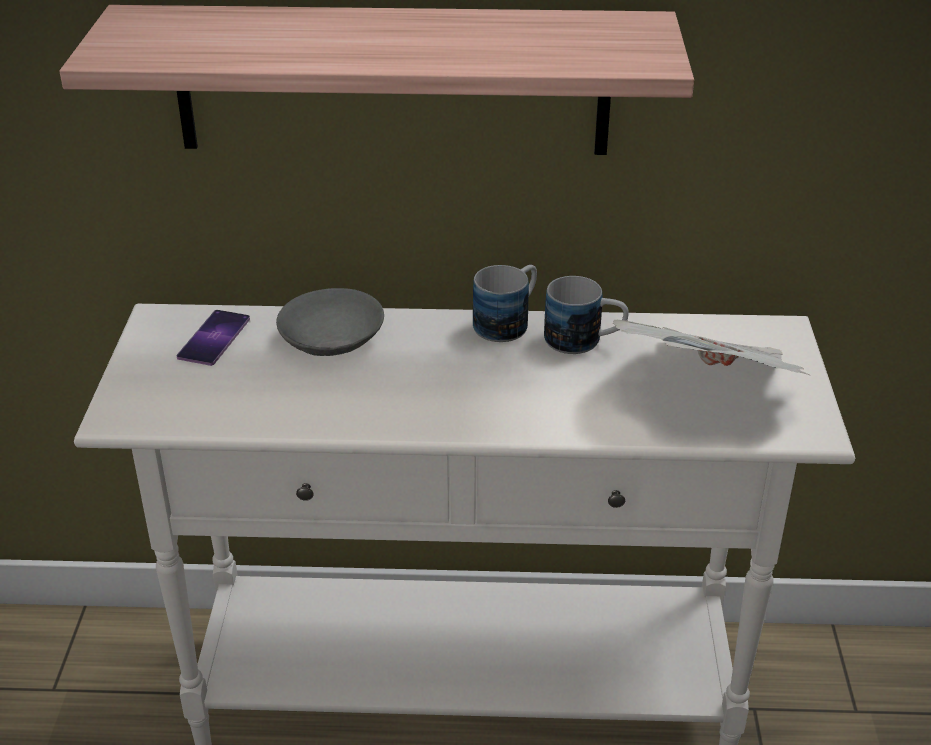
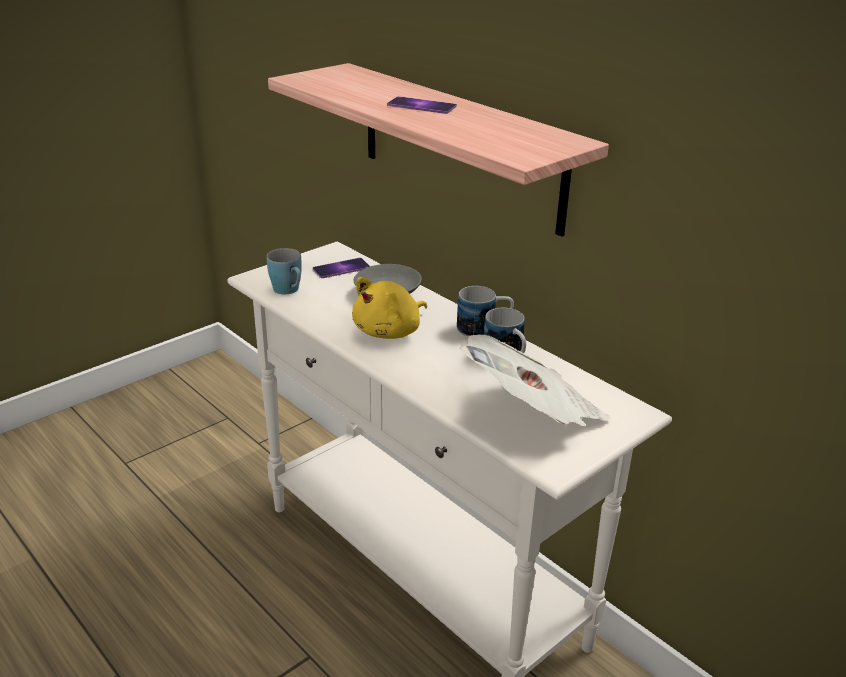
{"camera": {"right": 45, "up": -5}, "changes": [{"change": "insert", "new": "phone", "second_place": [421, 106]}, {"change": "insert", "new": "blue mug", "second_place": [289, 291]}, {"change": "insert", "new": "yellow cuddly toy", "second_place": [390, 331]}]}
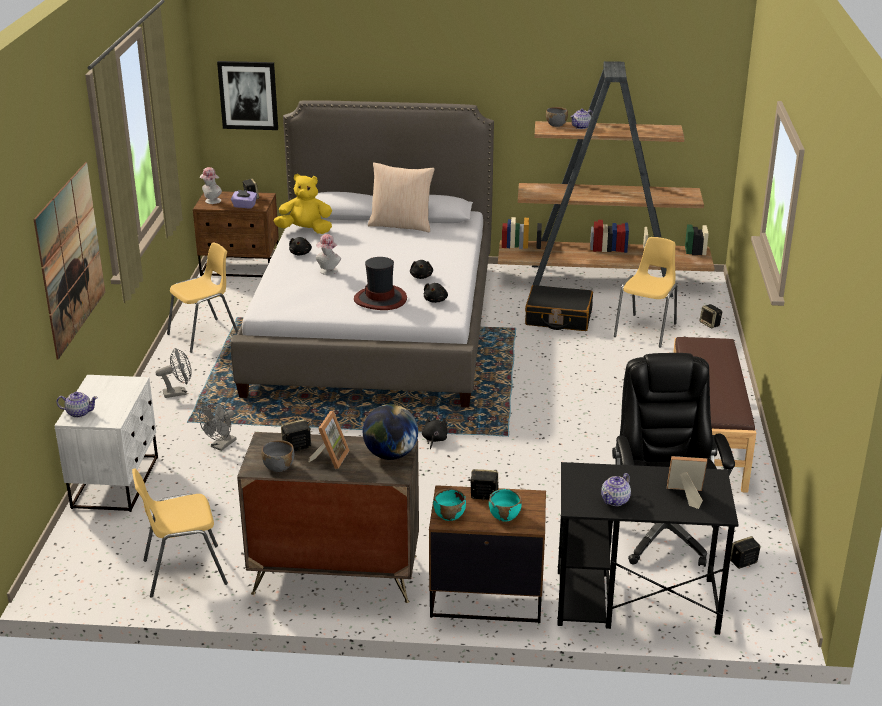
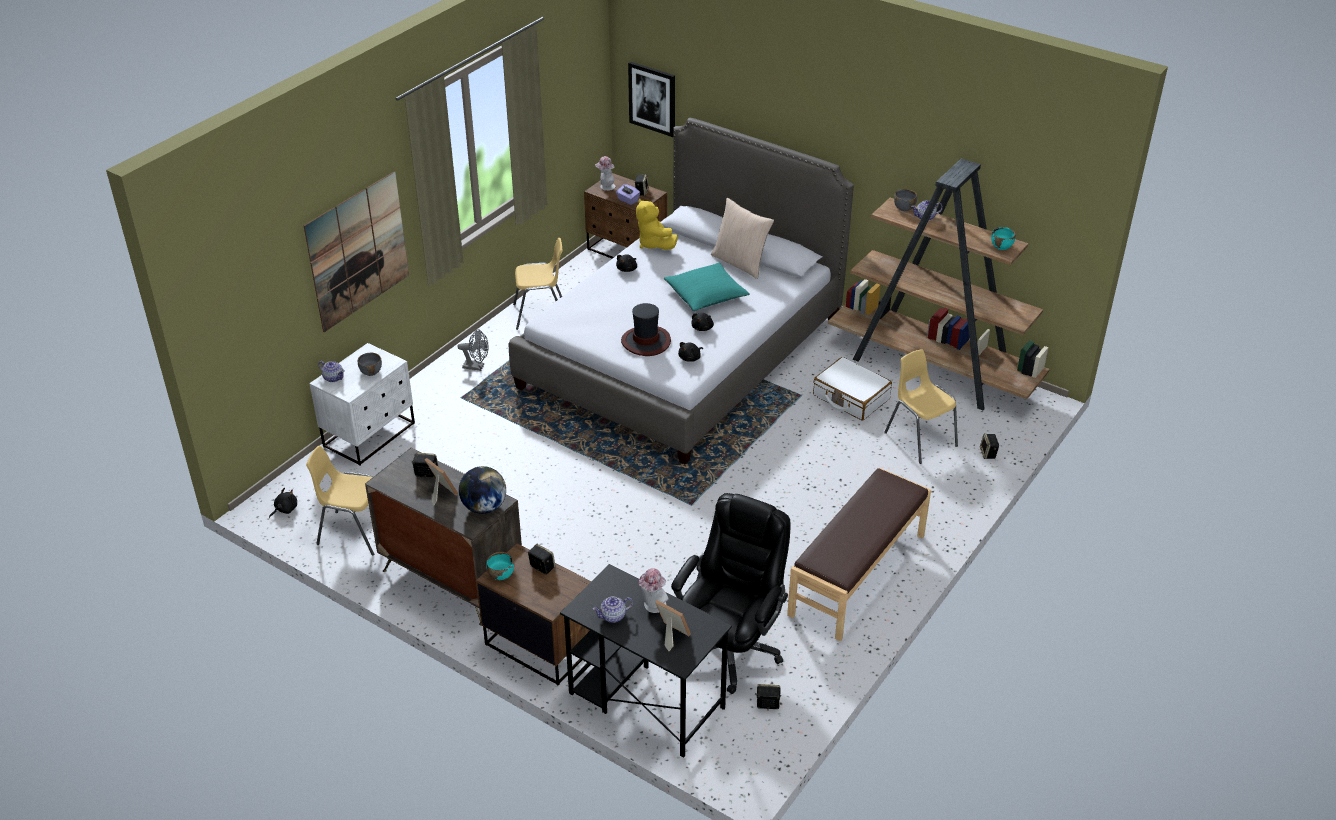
{"camera": {"right": 30, "up": 10}, "changes": [{"change": "rotate", "old": "yellow cuddly toy", "first_place": [305, 230], "second_place": [654, 244], "degrees": -150}, {"change": "move", "old": "wearable hat", "first_place": [328, 272], "second_place": [653, 606]}, {"change": "rotate", "old": "yellow plain chair", "first_place": [646, 330], "second_place": [919, 439], "degrees": -90}, {"change": "recolor", "old": "black piece of luggage", "new": "whitish piece of luggage", "first_place": [558, 318], "second_place": [850, 397]}, {"change": "delete", "old": "grey electric fan", "first_place": [221, 446]}, {"change": "rotate", "old": "standing frame", "first_place": [330, 458], "second_place": [440, 493], "degrees": -90}, {"change": "move", "old": "black cuddly toy", "first_place": [434, 440], "second_place": [285, 509]}, {"change": "move", "old": "grey serving bowl", "first_place": [279, 466], "second_place": [371, 371]}, {"change": "move", "old": "turquoise serving bowl", "first_place": [504, 516], "second_place": [1001, 246]}, {"change": "insert", "new": "turquoise cushion", "second_place": [706, 295]}]}
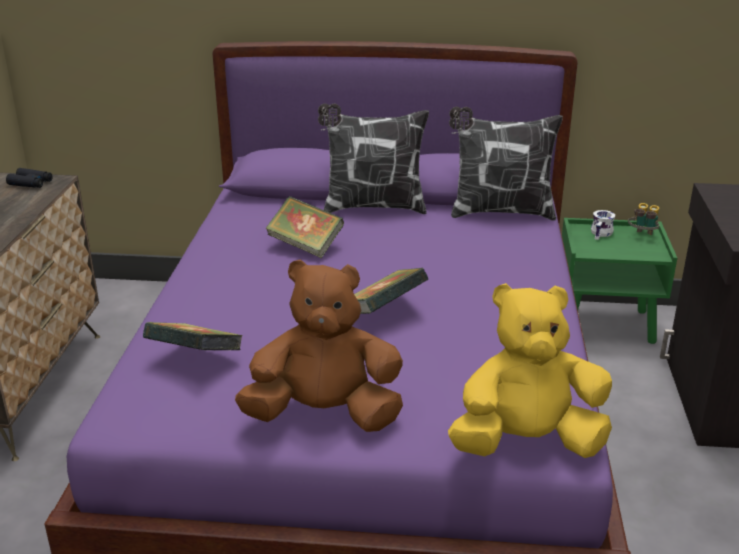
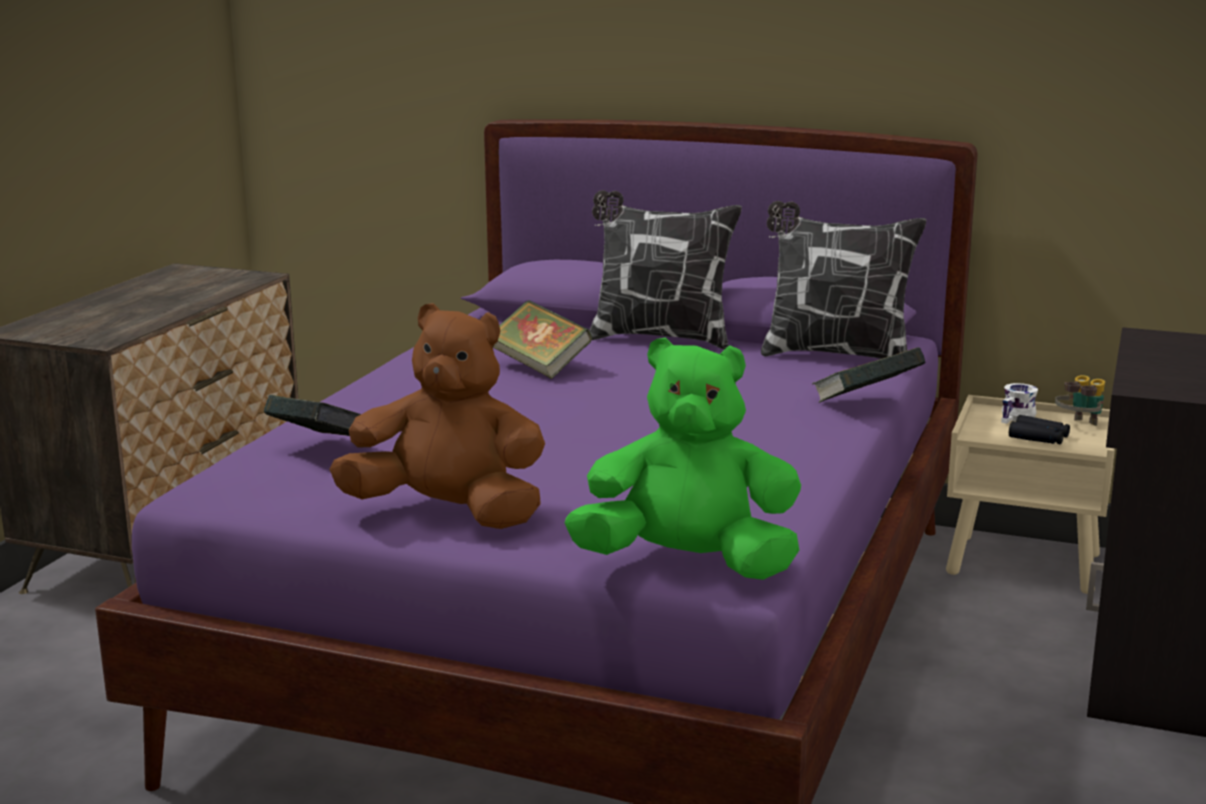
{"camera": {"right": 15, "up": -10}, "changes": [{"change": "move", "old": "black field glasses", "first_place": [30, 183], "second_place": [1039, 437]}, {"change": "recolor", "old": "green-coloured night table", "new": "beige night table", "first_place": [605, 324], "second_place": [1025, 564]}, {"change": "move", "old": "bound book", "first_place": [384, 312], "second_place": [866, 404]}, {"change": "recolor", "old": "yellow cuddly toy", "new": "green-coloured cuddly toy", "first_place": [527, 443], "second_place": [688, 564]}]}
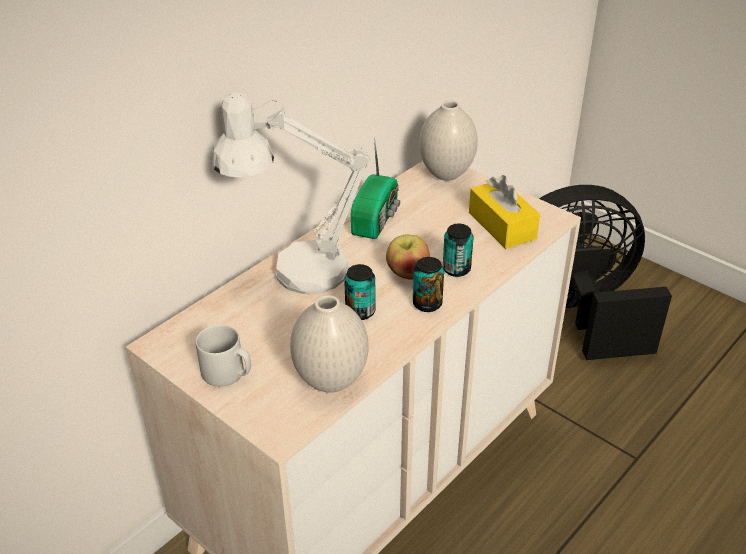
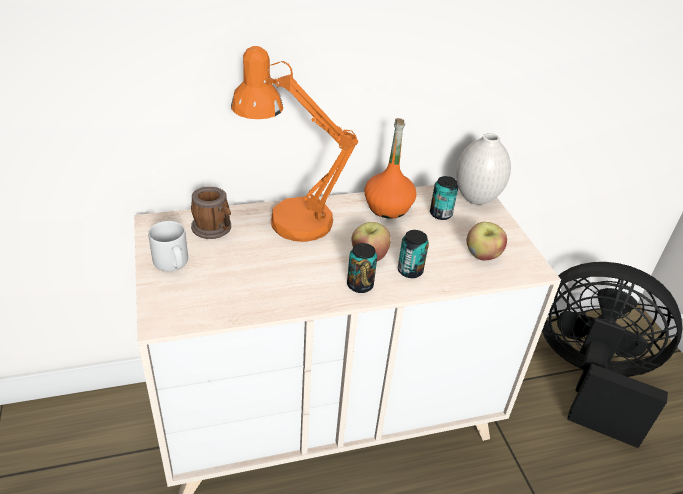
{"camera": {"right": 30, "up": 0}, "changes": [{"change": "recolor", "old": "whitish table lamp", "new": "orangey table lamp", "first_place": [295, 273], "second_place": [288, 218]}, {"change": "replace", "old": "radio receiver", "new": "orangey beverage bottle", "first_place": [377, 218], "second_place": [388, 207]}, {"change": "replace", "old": "yellow tissue holder", "new": "apple", "first_place": [502, 225], "second_place": [482, 255]}, {"change": "move", "old": "sealed can", "first_place": [360, 311], "second_place": [440, 214]}, {"change": "delete", "old": "whitish vase", "first_place": [330, 380]}, {"change": "insert", "new": "mug", "second_place": [215, 229]}]}
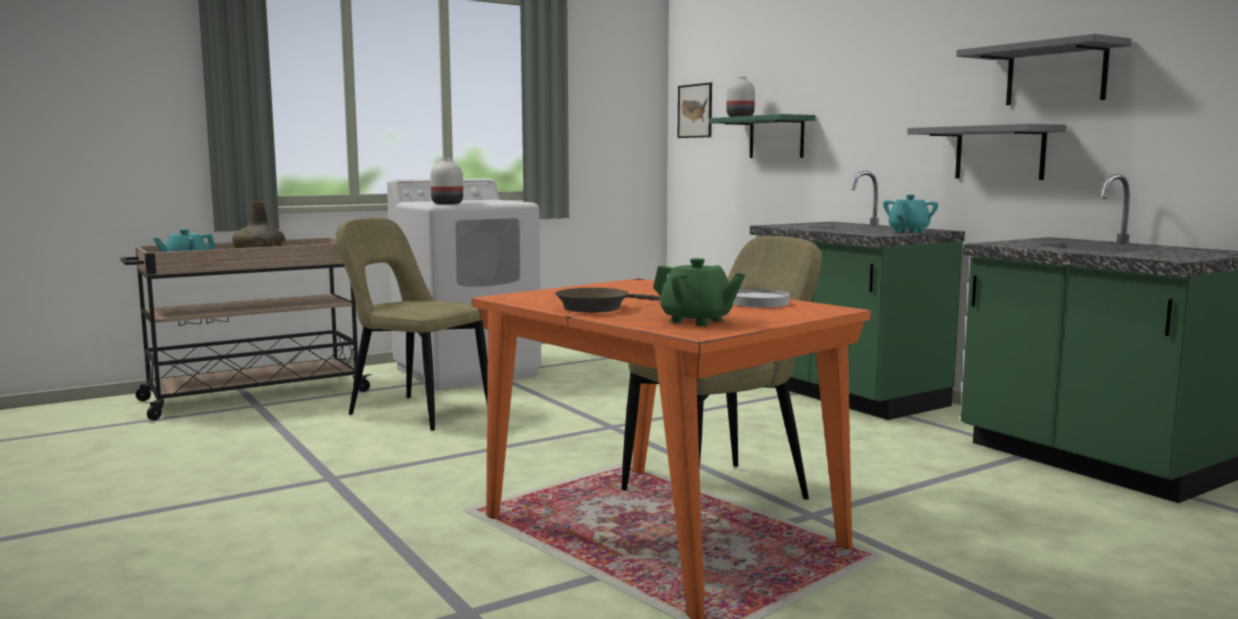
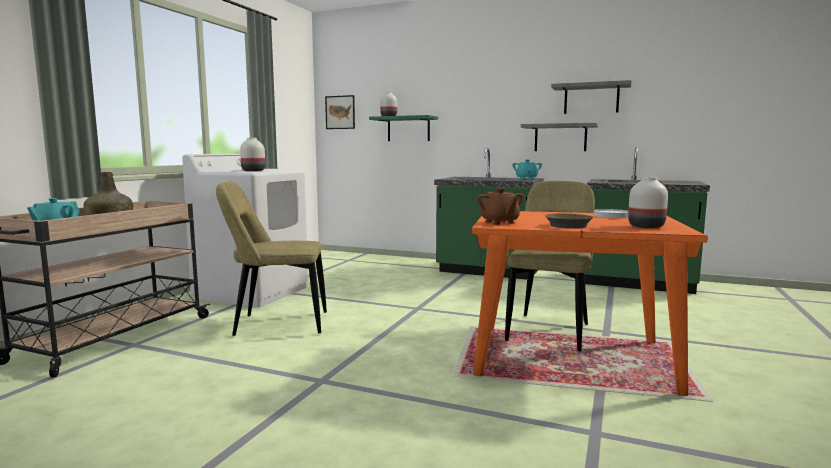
{"camera": {"right": -35, "up": 0}, "changes": [{"change": "replace", "old": "green-coloured tea pot", "new": "whitish vase", "first_place": [697, 321], "second_place": [645, 226]}, {"change": "insert", "new": "brown-coloured tea pot", "second_place": [499, 222]}]}
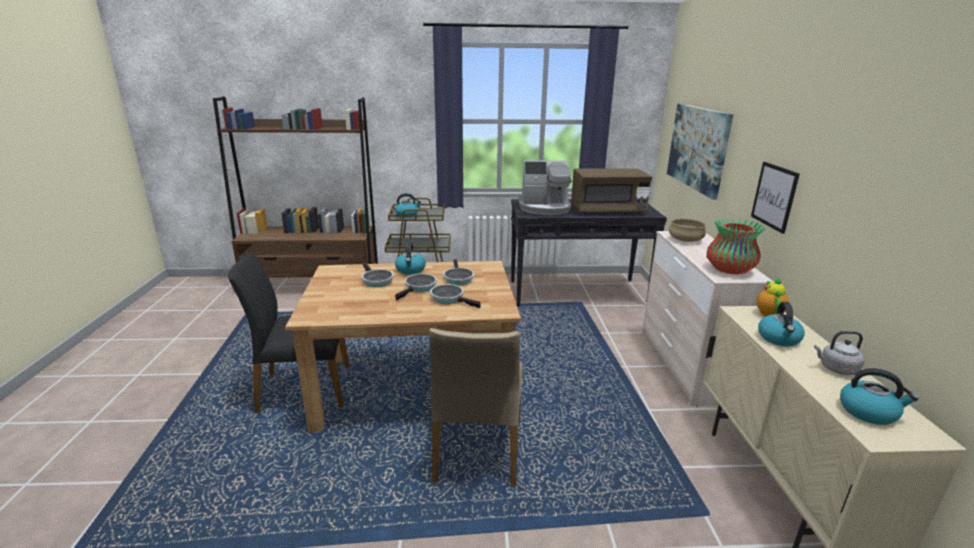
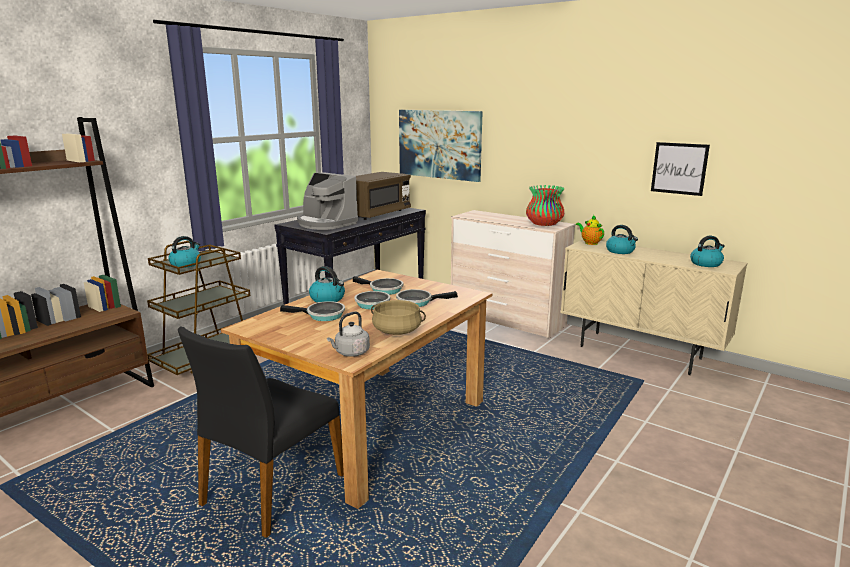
{"camera": {"right": -50, "up": -5}, "changes": [{"change": "rotate", "old": "coffee machine", "first_place": [544, 208], "second_place": [326, 223], "degrees": 90}, {"change": "move", "old": "wall art", "first_place": [774, 196], "second_place": [679, 168]}, {"change": "move", "old": "beige stockpot", "first_place": [686, 240], "second_place": [397, 331]}, {"change": "delete", "old": "beige plain chair", "first_place": [477, 450]}, {"change": "move", "old": "grey water kettle", "first_place": [836, 369], "second_place": [350, 353]}]}
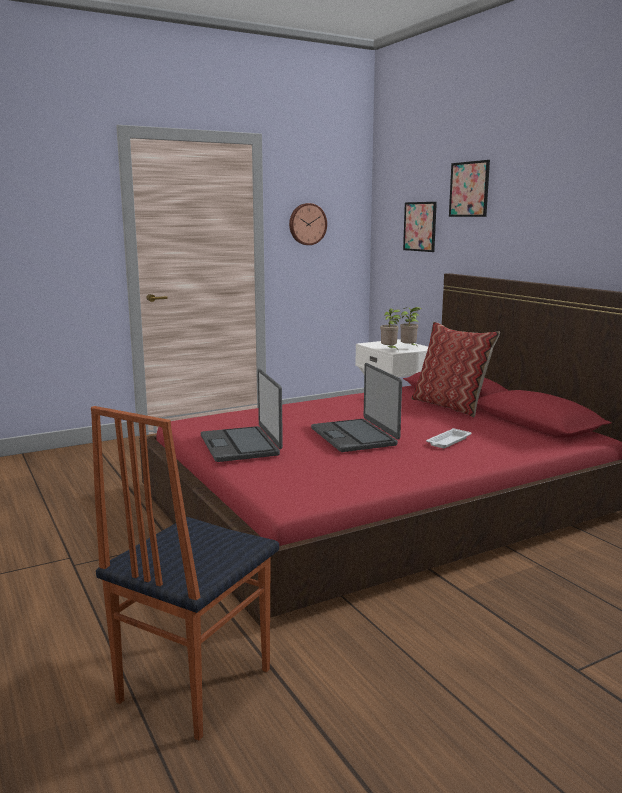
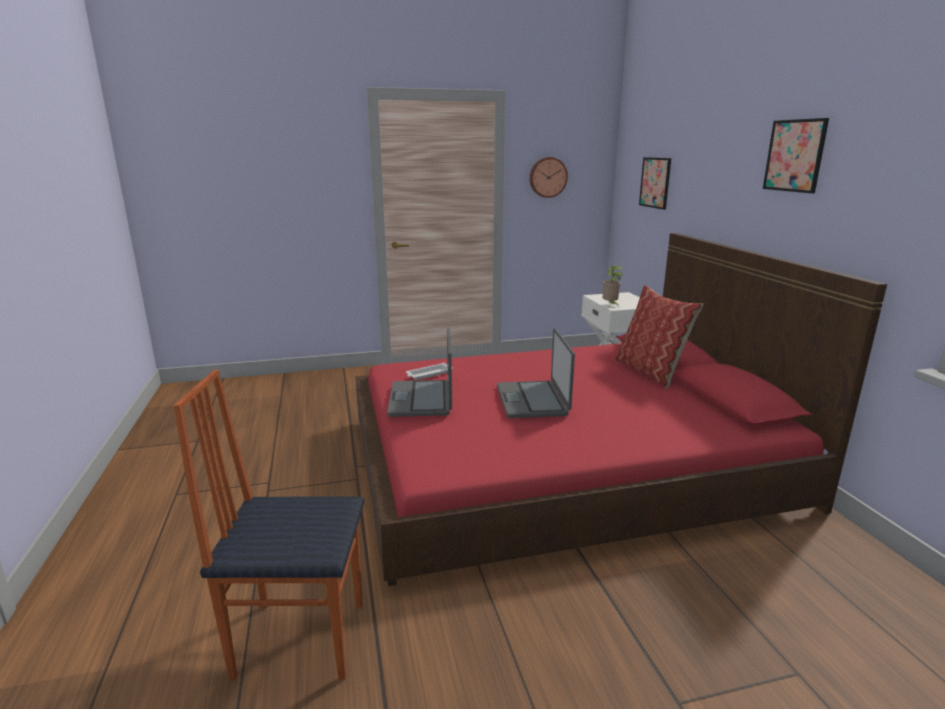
{"camera": {"right": 15, "up": 5}, "changes": [{"change": "move", "old": "wall art", "first_place": [469, 189], "second_place": [794, 155]}, {"change": "delete", "old": "plant in a pot", "first_place": [409, 348]}, {"change": "rotate", "old": "plain chair", "first_place": [192, 685], "second_place": [300, 637], "degrees": 45}, {"change": "move", "old": "whitish carrying tray", "first_place": [448, 442], "second_place": [428, 374]}]}
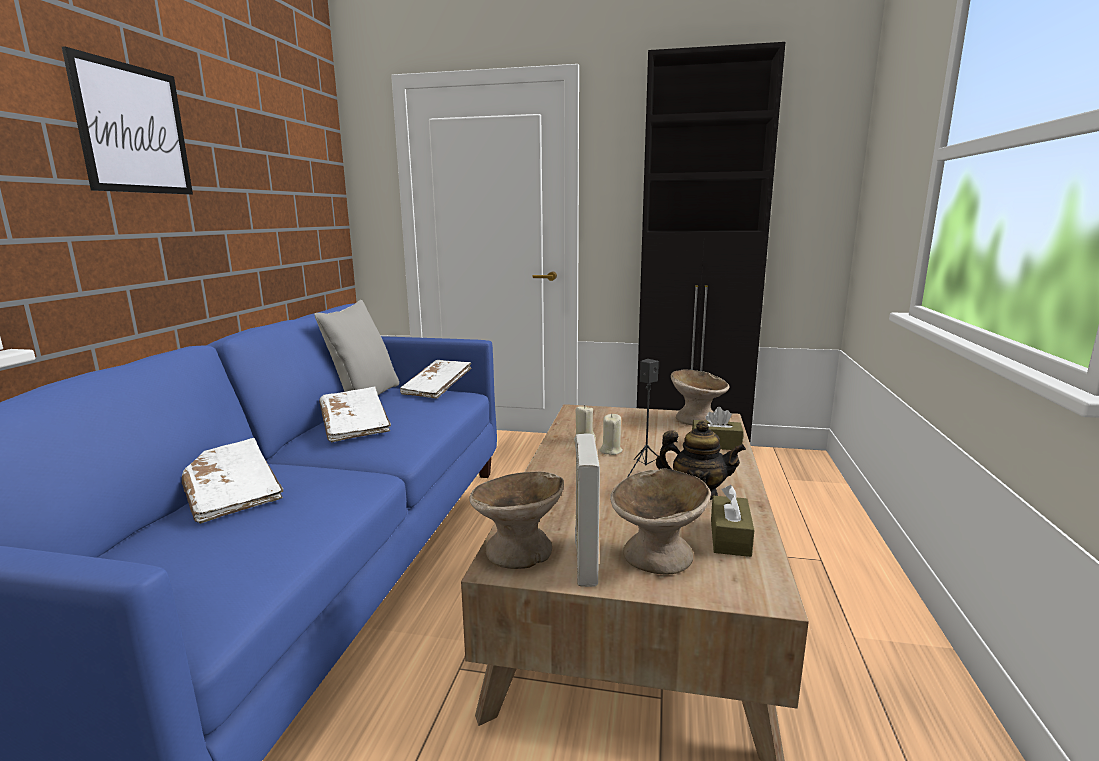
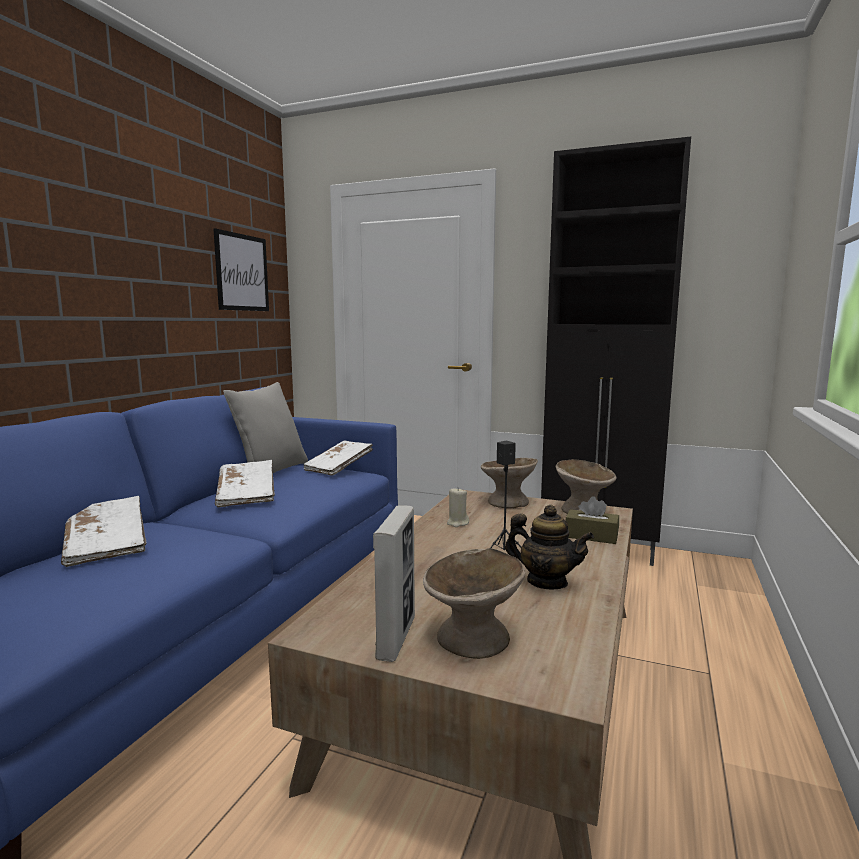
{"camera": {"right": 10, "up": -5}, "changes": [{"change": "move", "old": "wall art", "first_place": [133, 129], "second_place": [242, 272]}, {"change": "delete", "old": "beige wax light", "first_place": [611, 450]}, {"change": "move", "old": "beige serving bowl", "first_place": [519, 550], "second_place": [508, 502]}, {"change": "delete", "old": "brown-coloured tissue holder", "first_place": [730, 537]}]}
